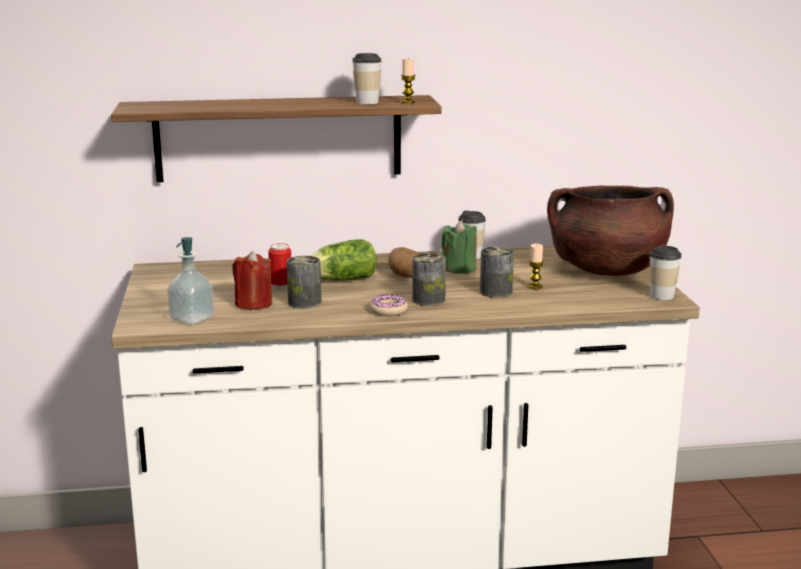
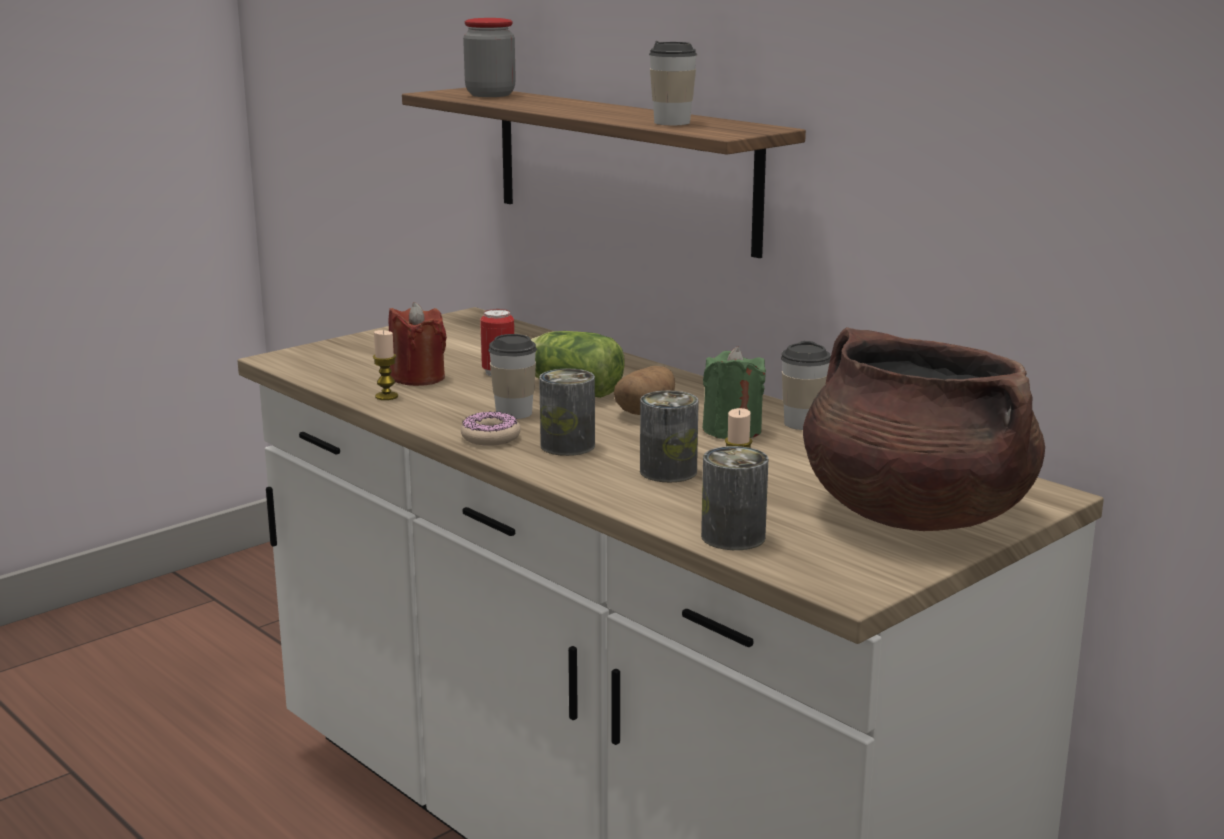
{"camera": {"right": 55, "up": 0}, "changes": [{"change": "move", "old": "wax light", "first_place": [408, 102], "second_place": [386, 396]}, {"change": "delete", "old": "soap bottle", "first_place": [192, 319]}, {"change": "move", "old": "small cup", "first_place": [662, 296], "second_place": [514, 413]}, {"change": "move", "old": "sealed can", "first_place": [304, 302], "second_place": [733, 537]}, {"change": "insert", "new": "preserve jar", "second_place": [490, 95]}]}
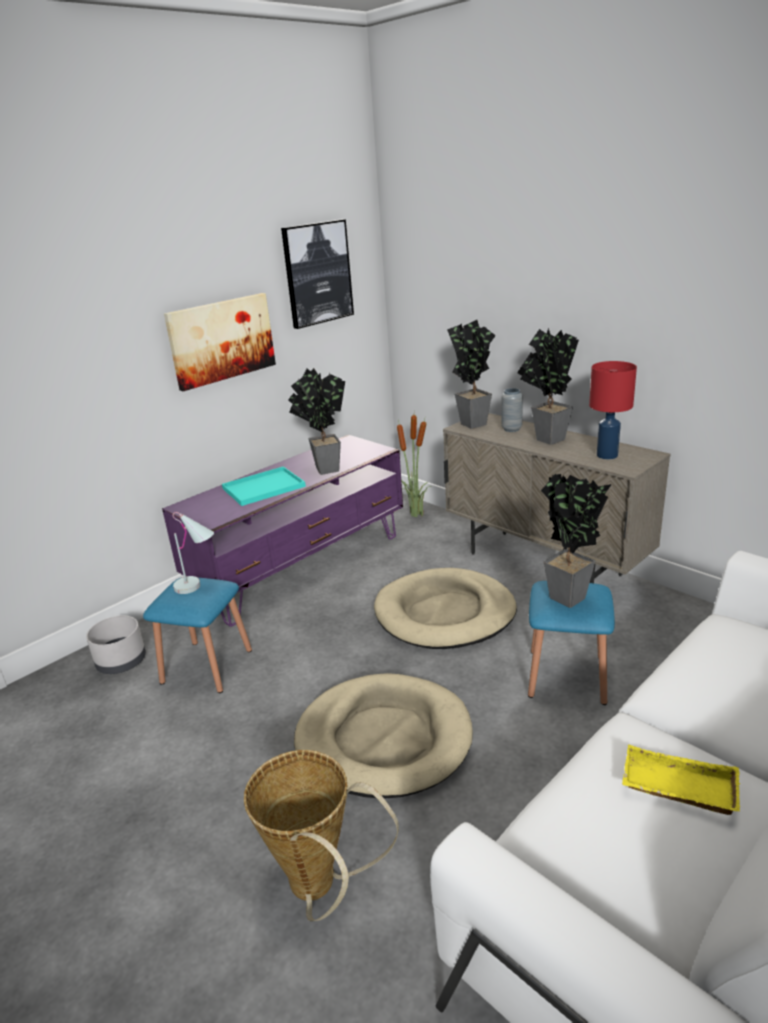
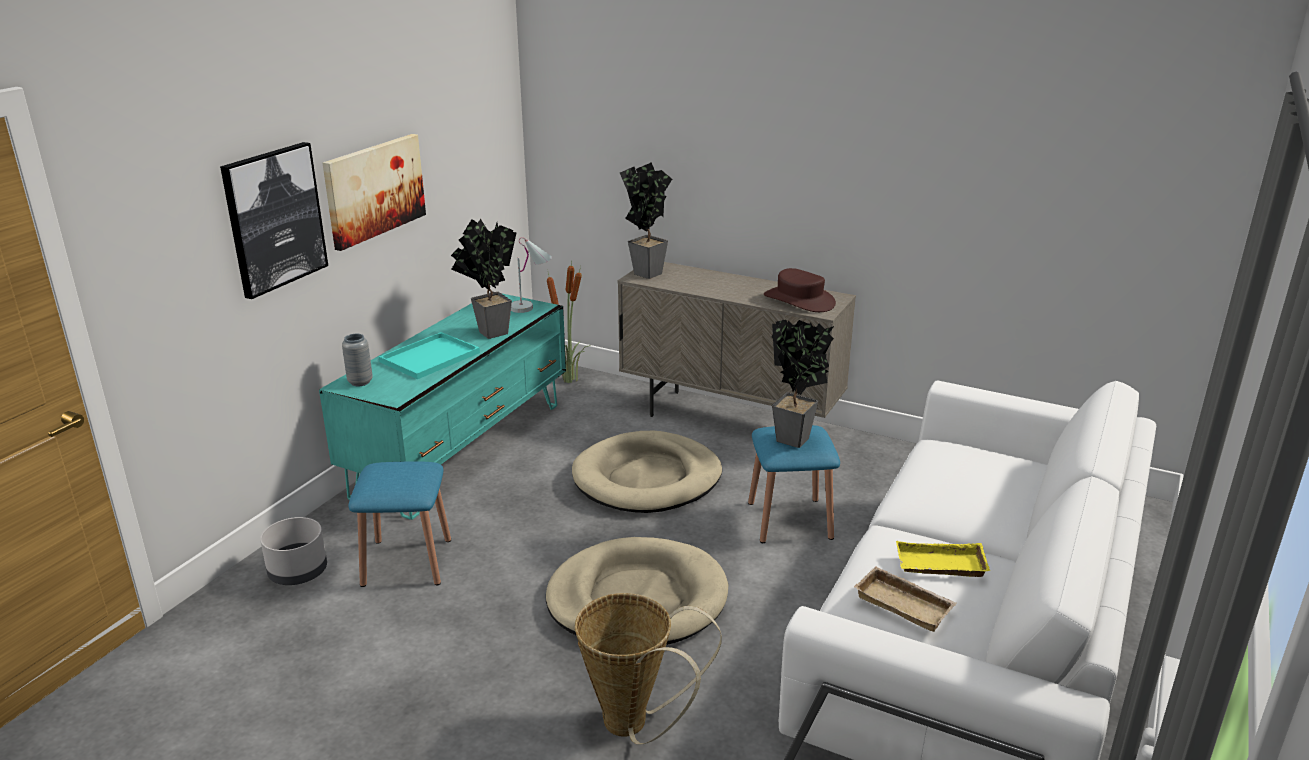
{"camera": {"right": -20, "up": 0}, "changes": [{"change": "move", "old": "wall art", "first_place": [317, 273], "second_place": [274, 218]}, {"change": "delete", "old": "plant in a pot", "first_place": [545, 440]}, {"change": "replace", "old": "red-coloured table lamp", "new": "brown-coloured wearable hat", "first_place": [607, 455], "second_place": [799, 300]}, {"change": "move", "old": "grey vase", "first_place": [511, 429], "second_place": [360, 382]}, {"change": "recolor", "old": "purple media console", "new": "turquoise media console", "first_place": [301, 567], "second_place": [462, 448]}, {"change": "move", "old": "whitish table lamp", "first_place": [199, 586], "second_place": [532, 307]}, {"change": "insert", "new": "beige carrying tray", "second_place": [905, 604]}]}
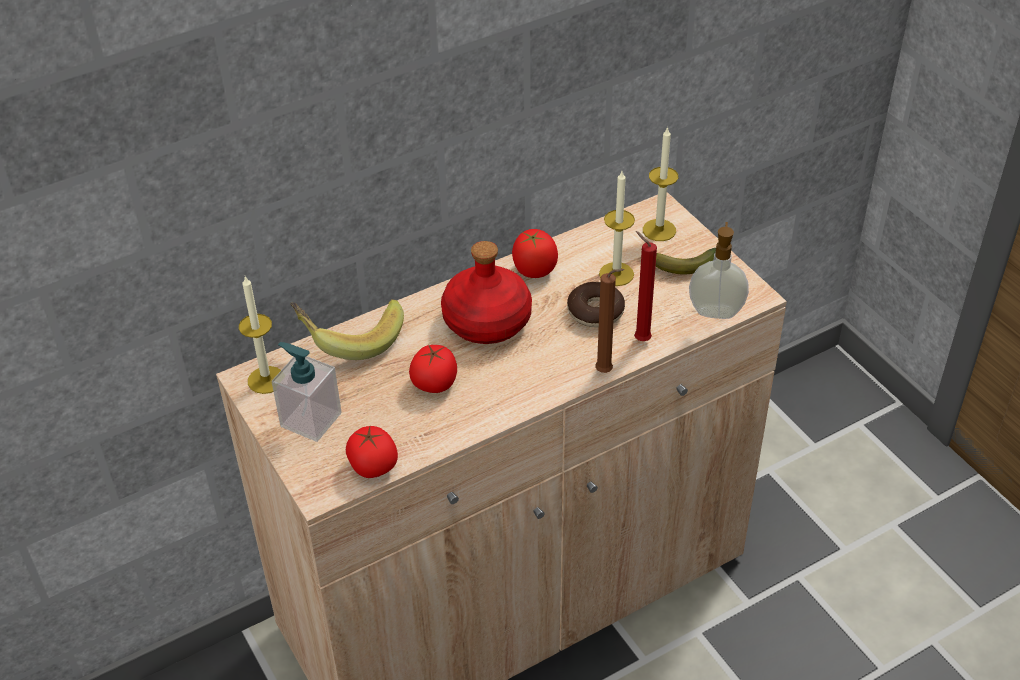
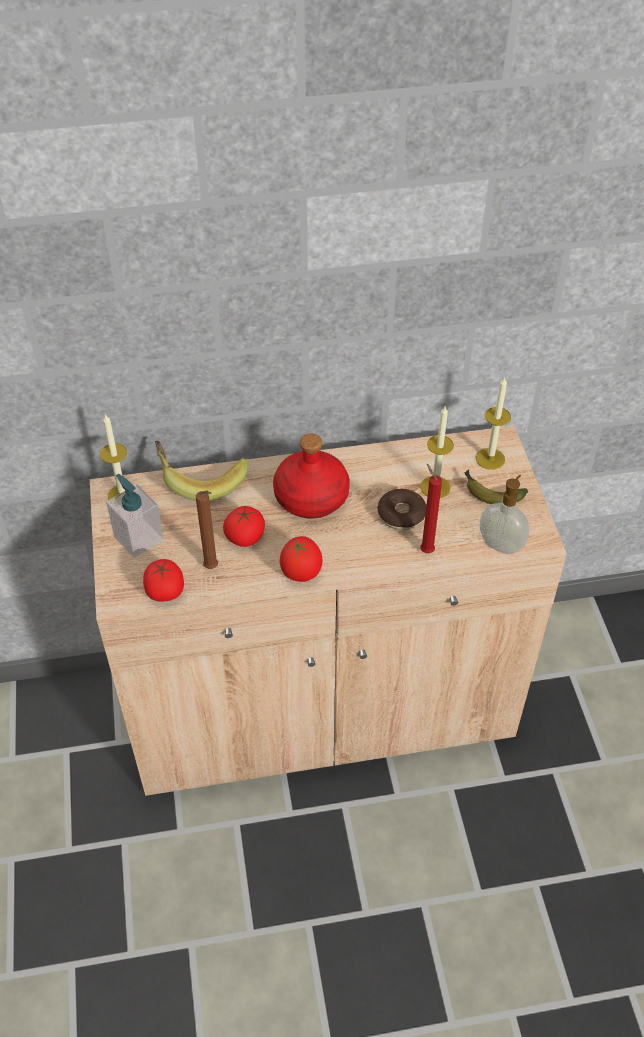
{"camera": {"right": 20, "up": 5}, "changes": [{"change": "move", "old": "fresh tomato", "first_place": [534, 270], "second_place": [301, 572]}, {"change": "move", "old": "brown-coloured wax light", "first_place": [606, 372], "second_place": [213, 568]}]}
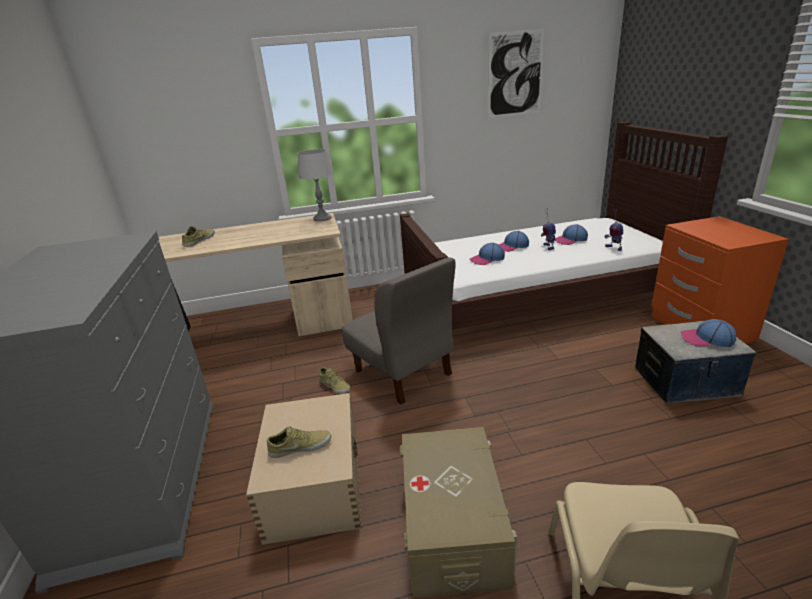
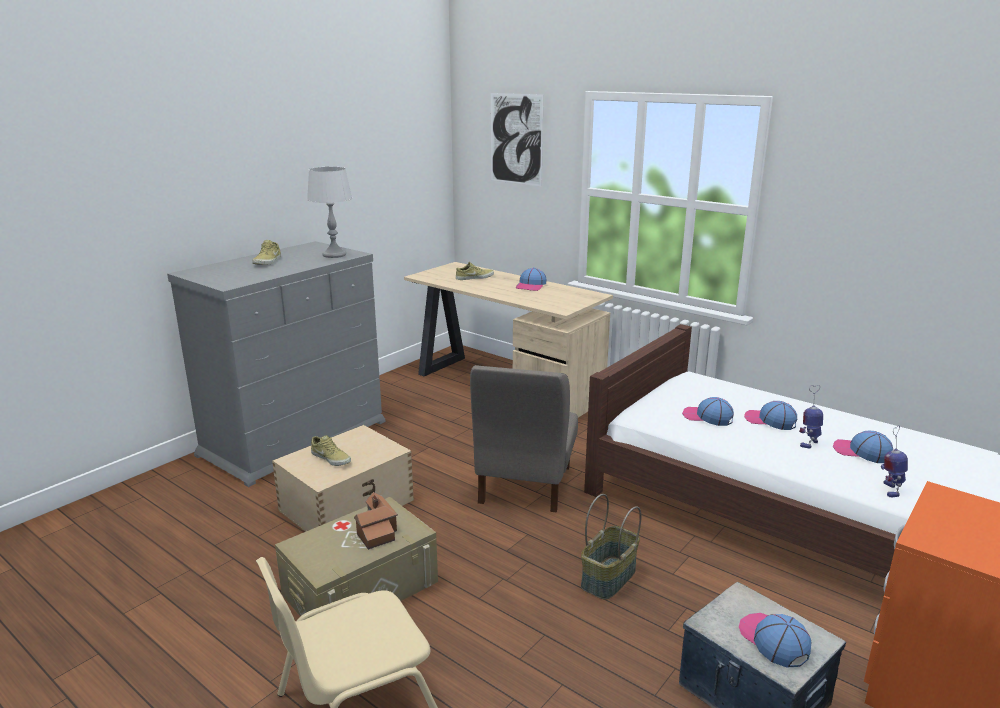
{"camera": {"right": 50, "up": -5}, "changes": [{"change": "move", "old": "wall art", "first_place": [515, 74], "second_place": [516, 139]}, {"change": "move", "old": "grey table lamp", "first_place": [322, 218], "second_place": [334, 255]}, {"change": "move", "old": "beige item of footwear", "first_place": [335, 386], "second_place": [268, 261]}, {"change": "insert", "new": "cap", "second_place": [531, 286]}, {"change": "insert", "new": "miniature house", "second_place": [376, 530]}, {"change": "insert", "new": "basket", "second_place": [609, 578]}]}
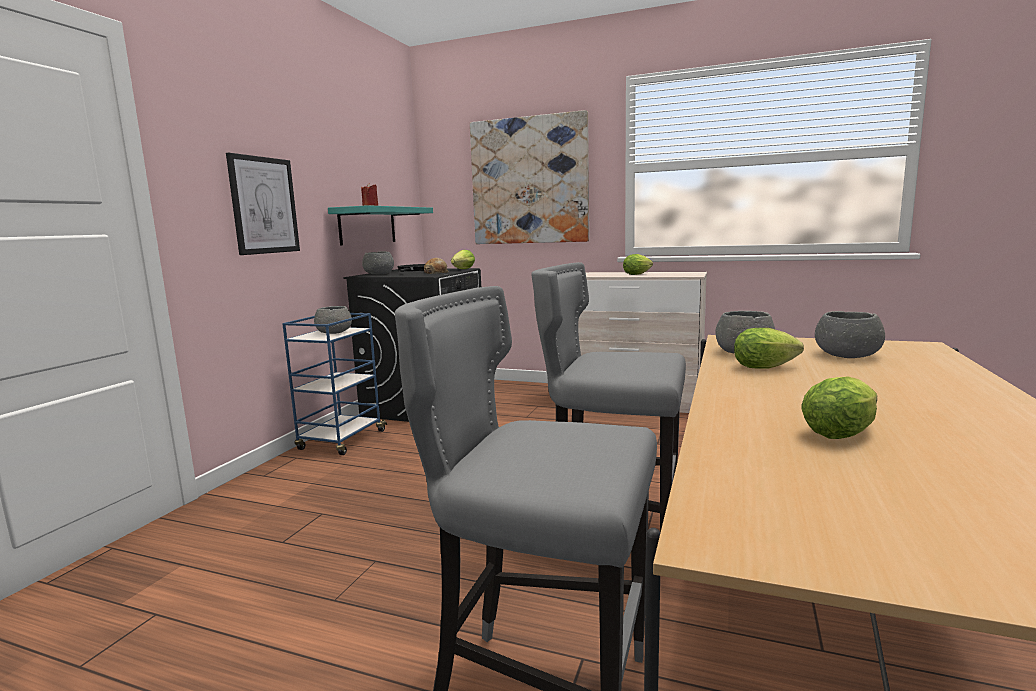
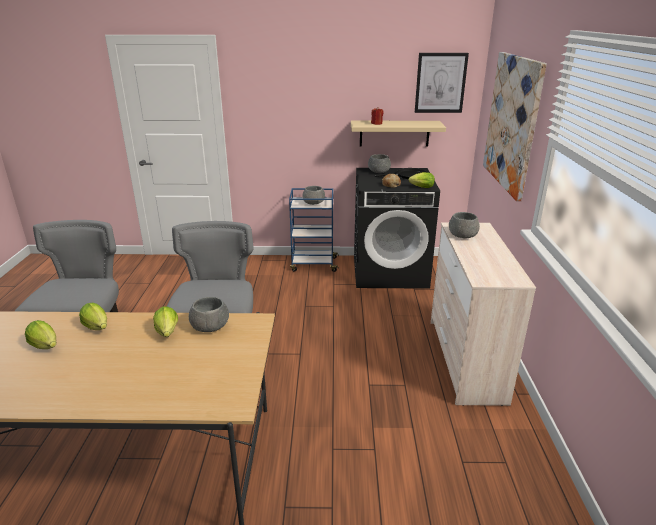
{"camera": {"right": 70, "up": 15}, "changes": [{"change": "move", "old": "wall art", "first_place": [264, 205], "second_place": [440, 83]}, {"change": "recolor", "old": "turquoise shelf", "new": "beige shelf", "first_place": [367, 226], "second_place": [394, 133]}, {"change": "move", "old": "head of lettuce", "first_place": [638, 274], "second_place": [98, 328]}, {"change": "move", "old": "grey serving bowl", "first_place": [848, 355], "second_place": [462, 235]}]}
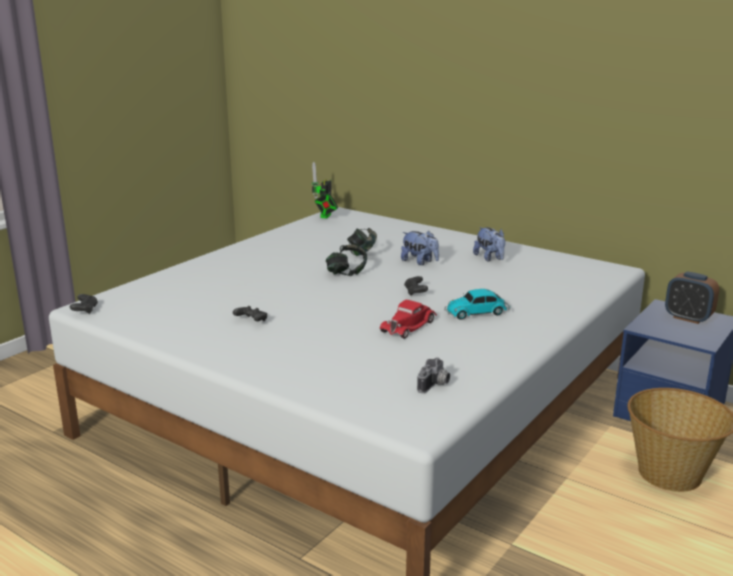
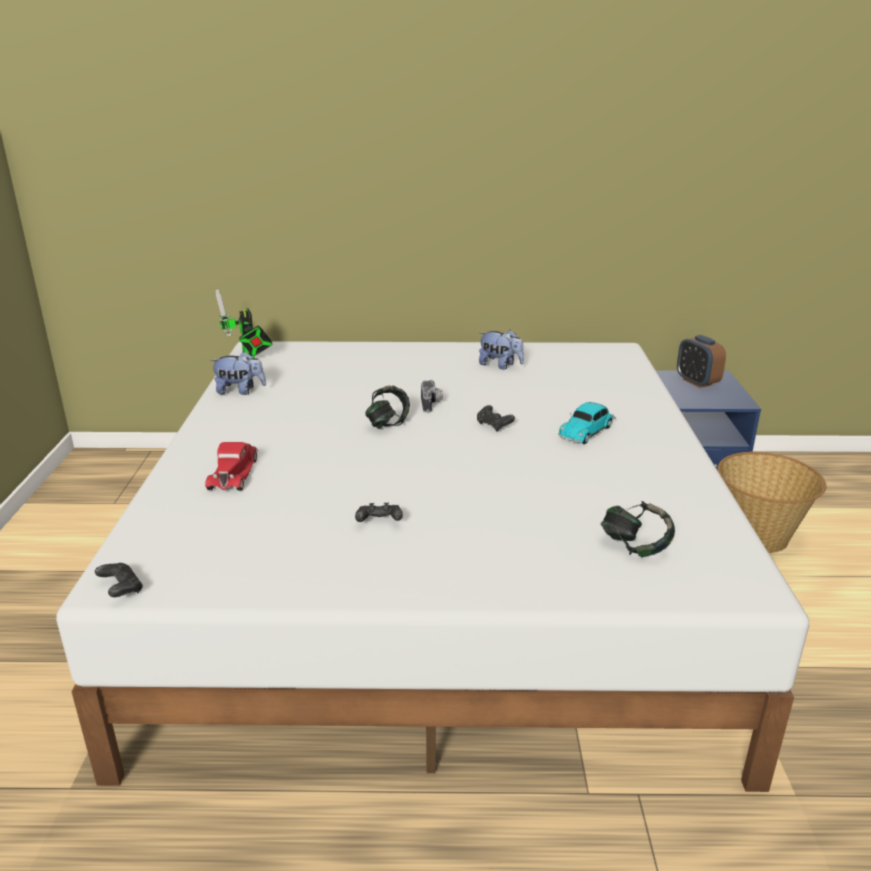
{"camera": {"right": -35, "up": 5}, "changes": [{"change": "move", "old": "headset", "first_place": [362, 253], "second_place": [634, 547]}, {"change": "move", "old": "cuddly toy", "first_place": [420, 262], "second_place": [240, 391]}, {"change": "rotate", "old": "bedside clock", "first_place": [688, 318], "second_place": [697, 382], "degrees": 60}, {"change": "move", "old": "red-coloured model car", "first_place": [409, 326], "second_place": [234, 473]}, {"change": "move", "old": "still camera", "first_place": [435, 385], "second_place": [432, 404]}]}
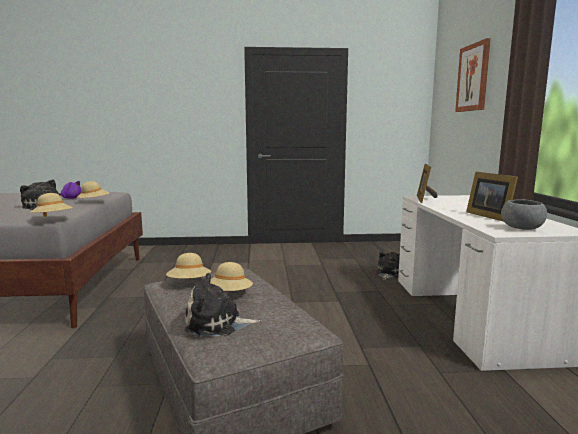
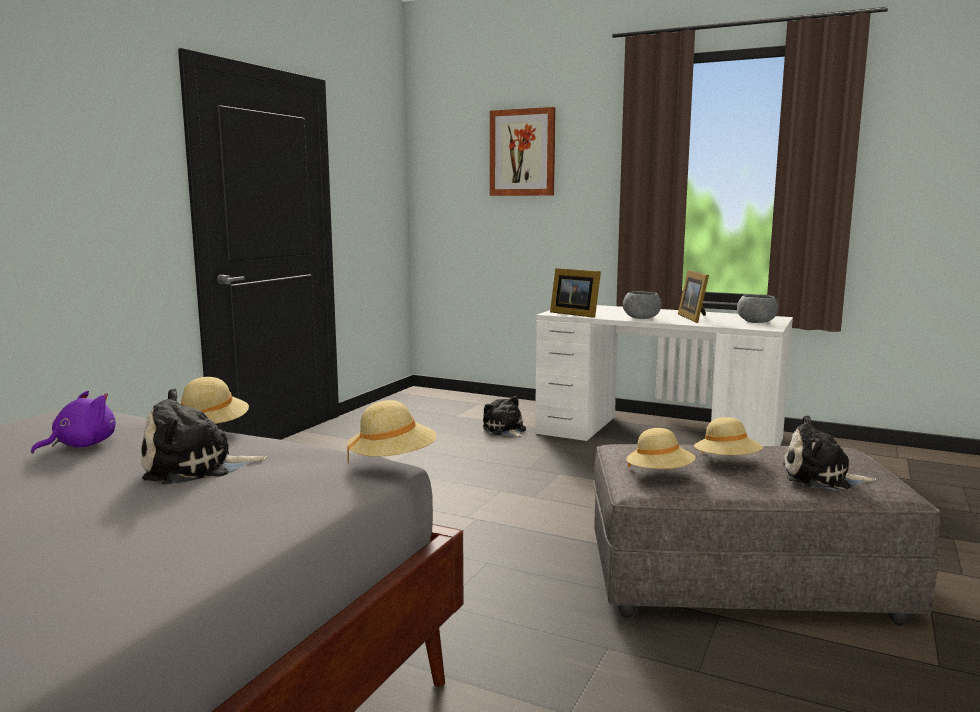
{"camera": {"right": -60, "up": 0}, "changes": [{"change": "rotate", "old": "standing frame", "first_place": [489, 216], "second_place": [694, 318], "degrees": 75}, {"change": "rotate", "old": "cuddly toy", "first_place": [217, 324], "second_place": [821, 478], "degrees": 75}, {"change": "insert", "new": "grey serving bowl", "second_place": [641, 318]}]}
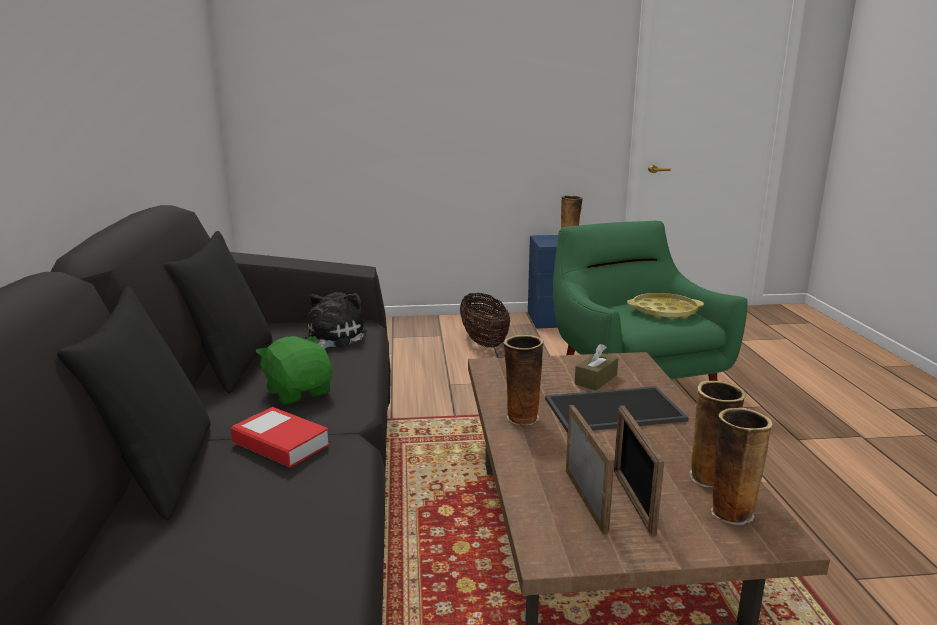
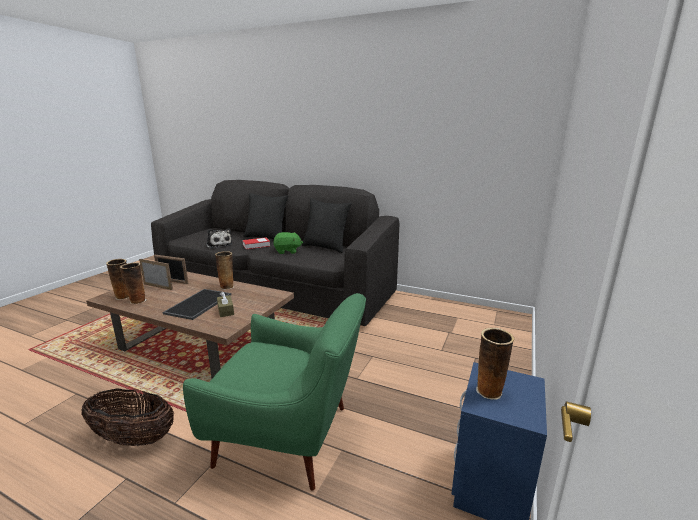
{"camera": {"right": 120, "up": 0}, "changes": [{"change": "move", "old": "cuddly toy", "first_place": [331, 338], "second_place": [219, 245]}, {"change": "move", "old": "basket", "first_place": [484, 342], "second_place": [133, 438]}, {"change": "delete", "old": "yellow carrying tray", "first_place": [664, 311]}]}
